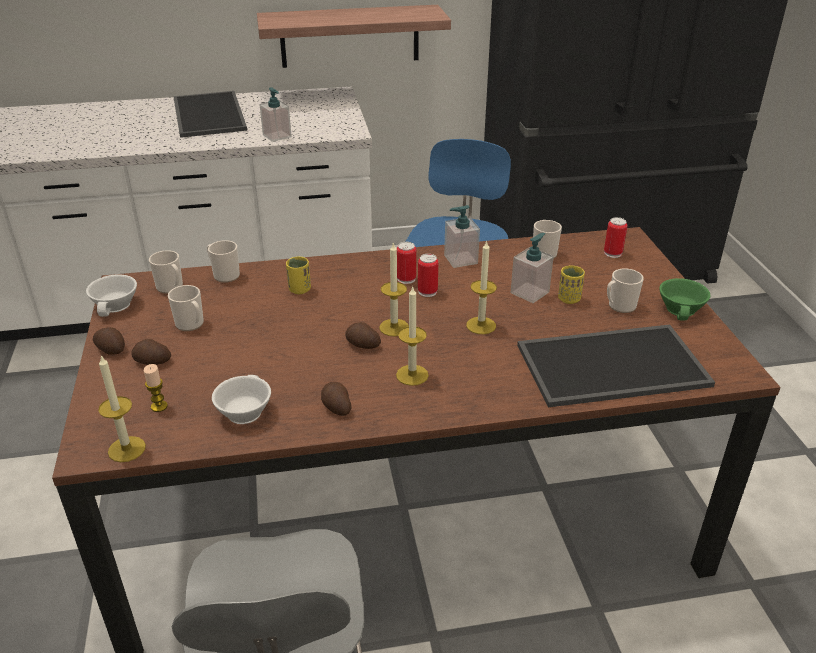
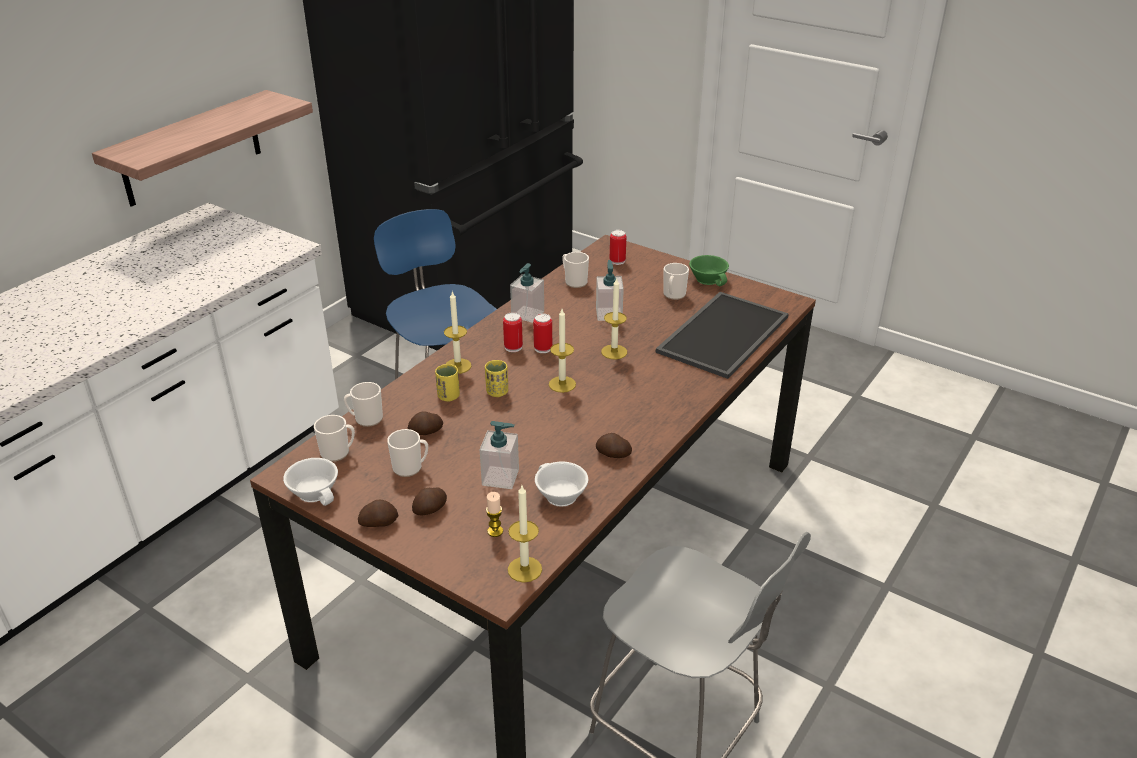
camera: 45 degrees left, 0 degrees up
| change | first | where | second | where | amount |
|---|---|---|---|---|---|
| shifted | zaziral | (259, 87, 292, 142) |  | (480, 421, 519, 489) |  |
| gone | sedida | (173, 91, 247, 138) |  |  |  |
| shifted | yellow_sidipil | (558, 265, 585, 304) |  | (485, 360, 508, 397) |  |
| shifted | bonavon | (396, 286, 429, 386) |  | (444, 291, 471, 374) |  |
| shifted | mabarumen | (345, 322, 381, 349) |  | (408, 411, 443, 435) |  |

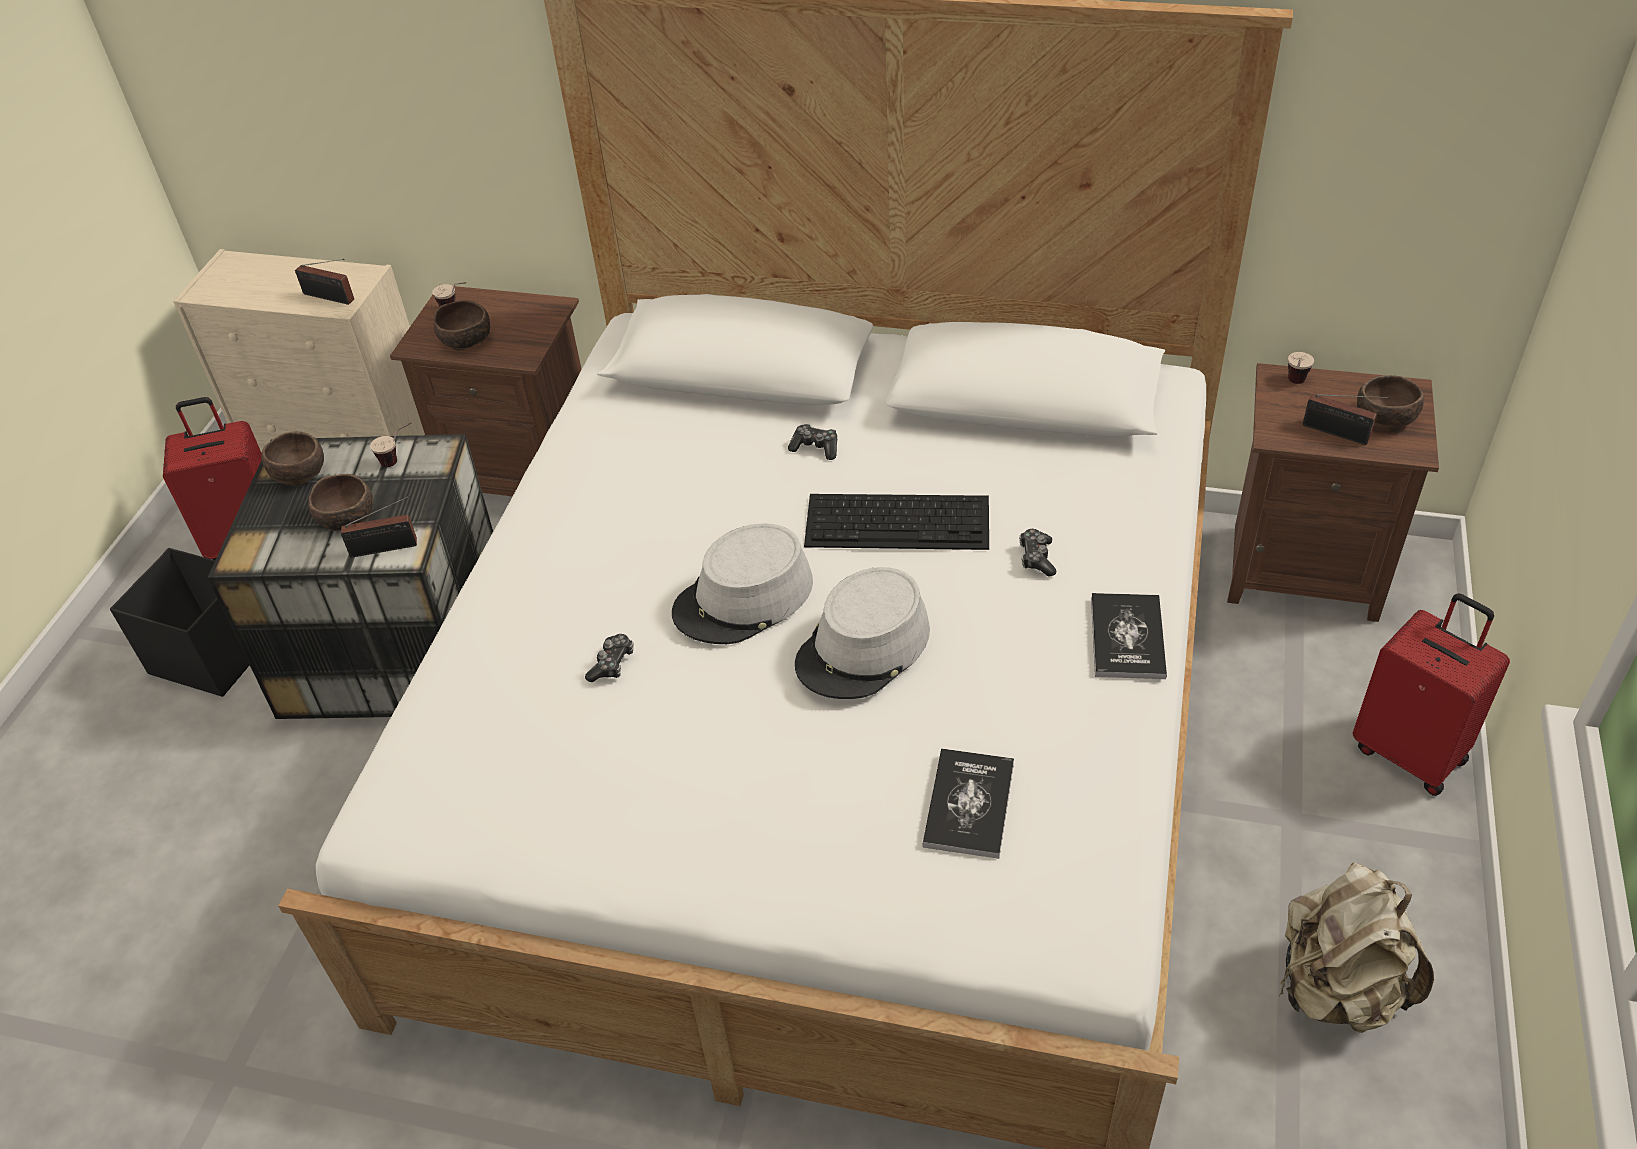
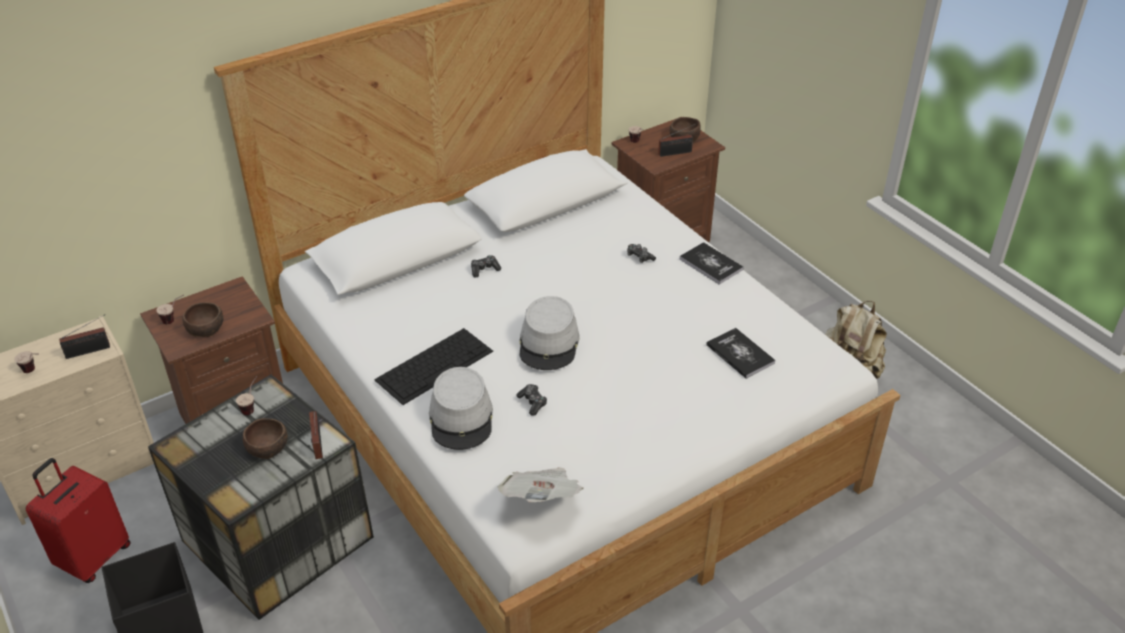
camera: 50 degrees left, 5 degrees down
| change | first | where | second | where | amount |
|---|---|---|---|---|---|
| gone | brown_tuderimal | (261, 431, 324, 486) |  |  |  |
| shifted | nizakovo | (804, 494, 989, 550) |  | (374, 328, 493, 405) |  |
| rotated | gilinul | (341, 495, 417, 558) |  | (309, 411, 323, 459) | 135 degrees clockwise |
| shifted | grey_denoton | (795, 567, 930, 699) |  | (429, 367, 493, 450) |  |
| gone | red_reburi | (1353, 593, 1510, 796) |  |  |  |
| new |  |  | sidipil | (14, 351, 39, 373) |  |
| new |  |  | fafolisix | (497, 467, 584, 502) |  |

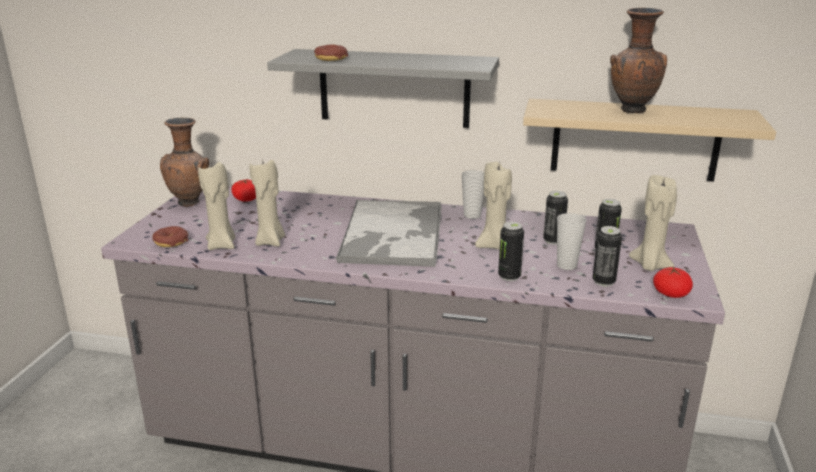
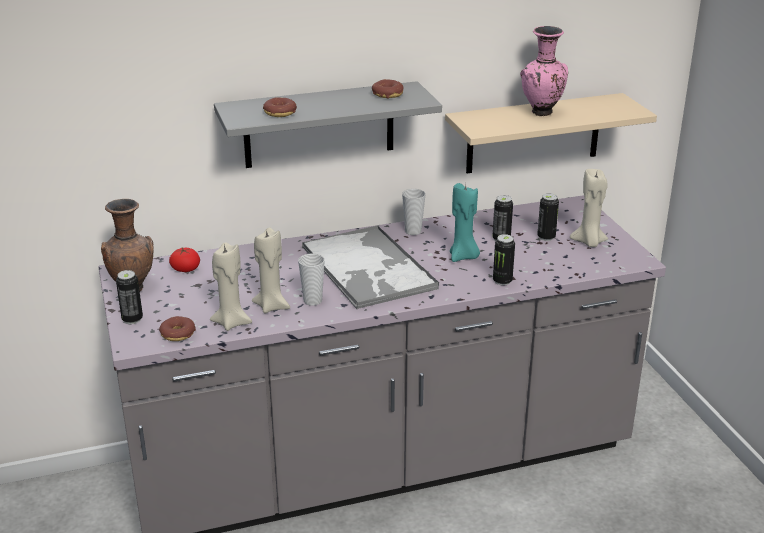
camera: 30 degrees left, 5 degrees up
| change | first | where | second | where | amount |
|---|---|---|---|---|---|
| repainted | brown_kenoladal | (610, 8, 667, 113) | pink_kenoladal | (520, 26, 568, 116) |  |
| repainted | beige_bonavon | (475, 162, 512, 250) | turquoise_bonavon | (450, 183, 480, 262) |  |
| shifted | sidipil | (557, 213, 586, 270) |  | (298, 254, 325, 306) |  |
| shifted | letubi | (592, 226, 622, 287) |  | (116, 270, 143, 324) |  |
| gone | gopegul | (653, 267, 693, 298) |  |  |  |
| new |  |  | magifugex | (372, 79, 404, 99) |  |

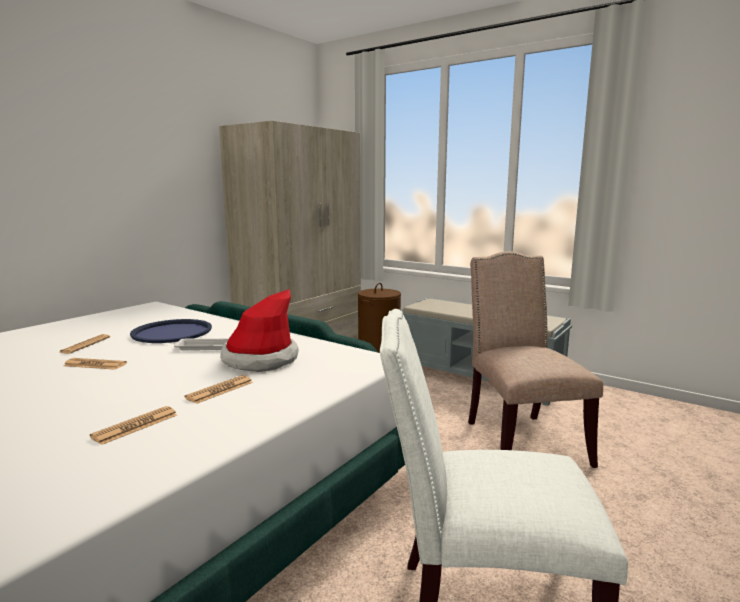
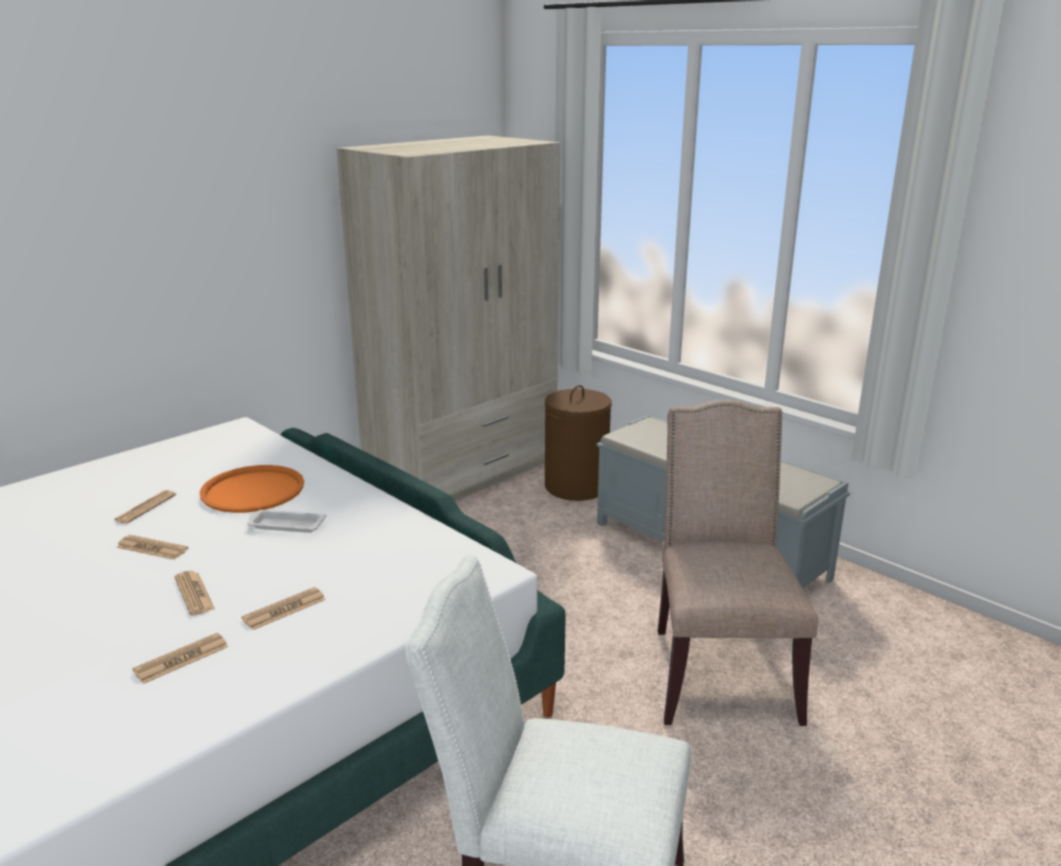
camera: 10 degrees right, 10 degrees up
| change | first | where | second | where | amount |
|---|---|---|---|---|---|
| gone | denoton | (220, 289, 299, 372) |  |  |  |
| repainted | blue_sedida | (130, 319, 212, 343) | orange_sedida | (199, 465, 304, 513) |  |
| new |  |  | fafolisix | (174, 571, 215, 616) |  |

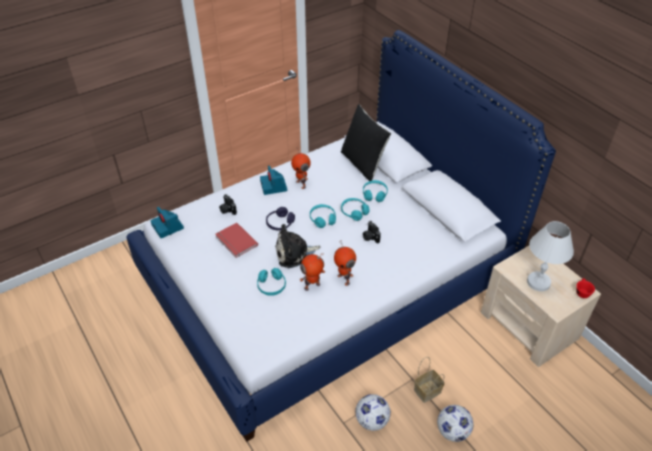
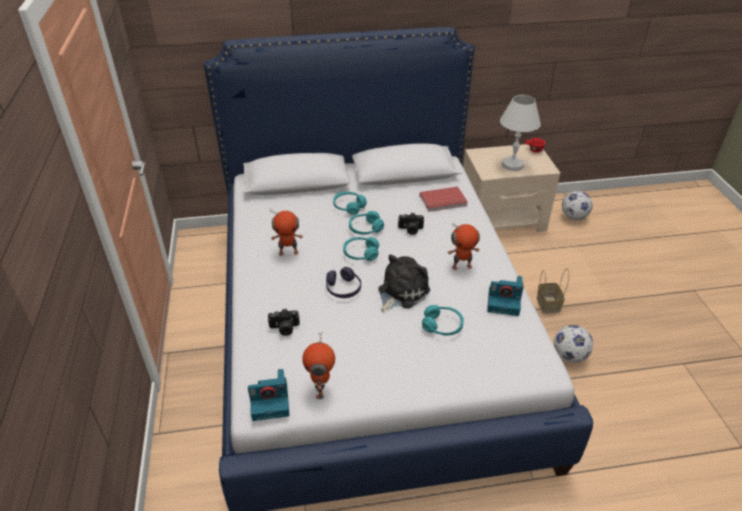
camera: 65 degrees left, 5 degrees down
| change | first | where | second | where | amount |
|---|---|---|---|---|---|
| gone | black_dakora | (341, 104, 391, 181) |  |  |  |
| shifted | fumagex | (260, 166, 287, 195) |  | (487, 276, 523, 316) |  |
| shifted | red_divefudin | (215, 223, 258, 258) |  | (420, 187, 468, 211) |  |
| rotated | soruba | (275, 224, 321, 268) |  | (378, 254, 430, 313) | 150 degrees counterclockwise |
| shifted | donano | (300, 253, 325, 291) |  | (302, 332, 335, 399) |  |
| shifted | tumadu | (437, 405, 474, 442) |  | (562, 191, 593, 220) |  |

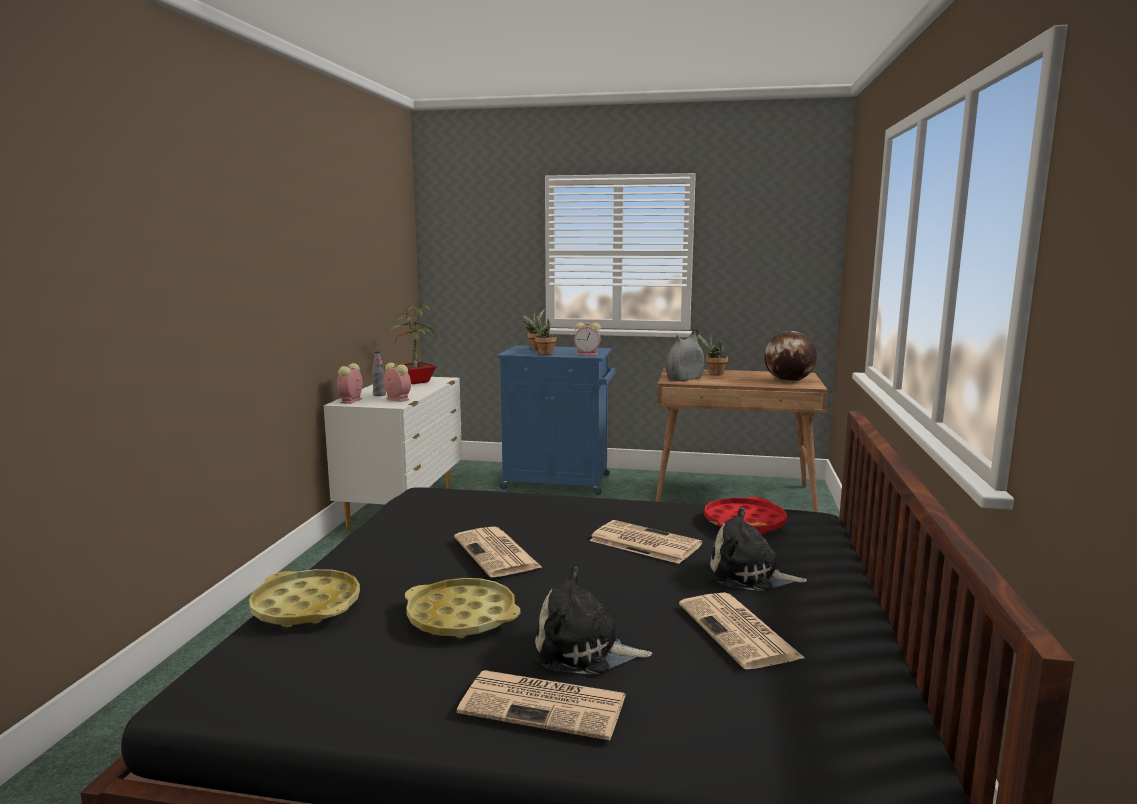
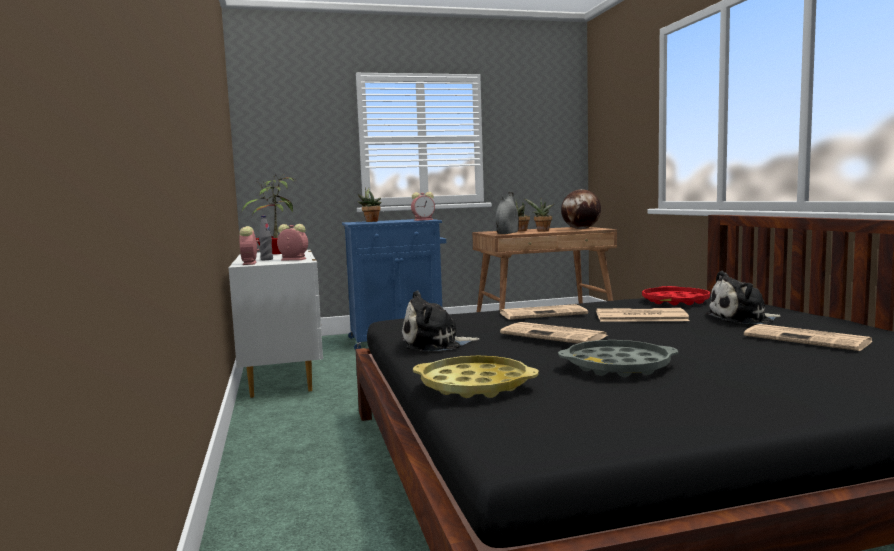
camera: 25 degrees left, 5 degrees down
| change | first | where | second | where | amount |
|---|---|---|---|---|---|
| shifted | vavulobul | (521, 314, 557, 355) |  | (524, 198, 554, 232) |  |
| shifted | soruba | (533, 567, 652, 675) |  | (401, 291, 480, 352) |  |
| repainted | yellow_sedida | (405, 578, 520, 638) | grey_sedida | (558, 340, 678, 377) |  |
| shifted | fafolisix | (457, 670, 626, 740) |  | (500, 304, 588, 319) |  |

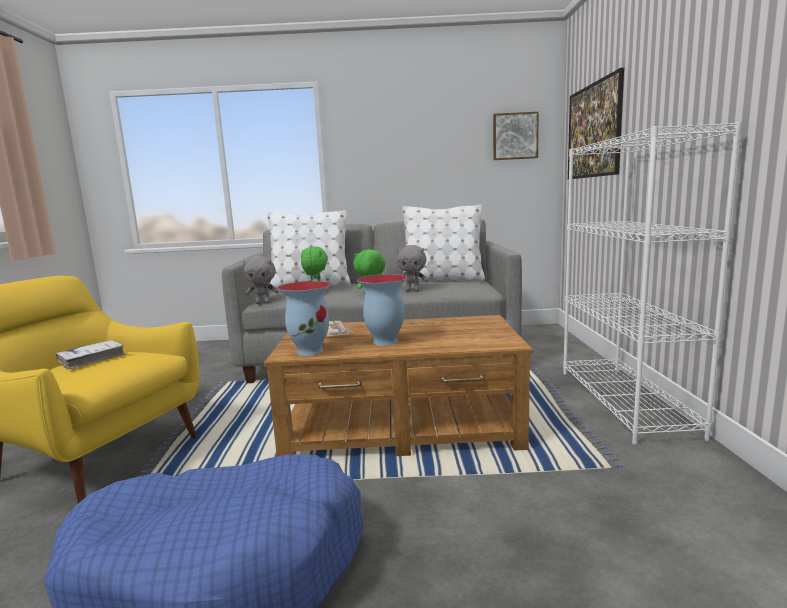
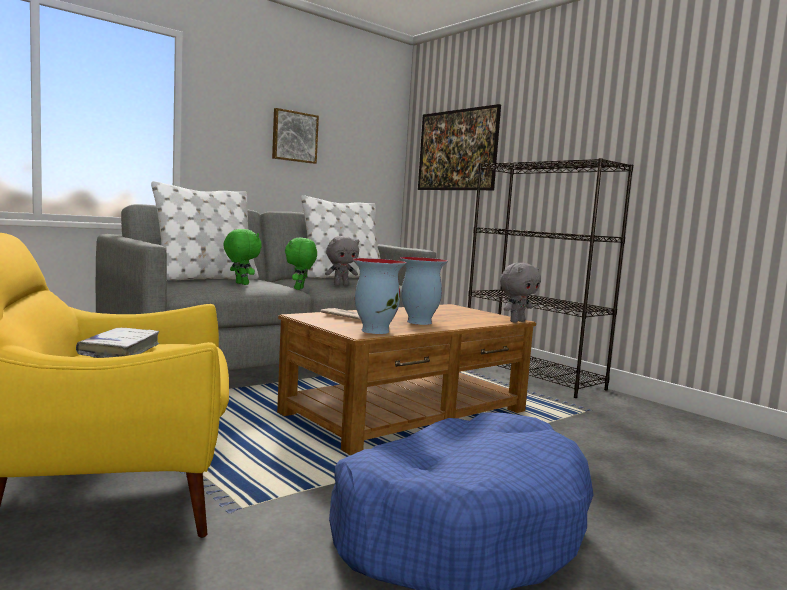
camera: 40 degrees left, 5 degrees down
| change | first | where | second | where | amount |
|---|---|---|---|---|---|
| shifted | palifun | (493, 112, 539, 160) |  | (272, 108, 319, 164) |  |
| repainted | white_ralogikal | (563, 122, 742, 445) | black_ralogikal | (468, 158, 633, 398) |  |
| shifted | grey_soruba | (243, 256, 279, 304) |  | (500, 263, 541, 322) |  |

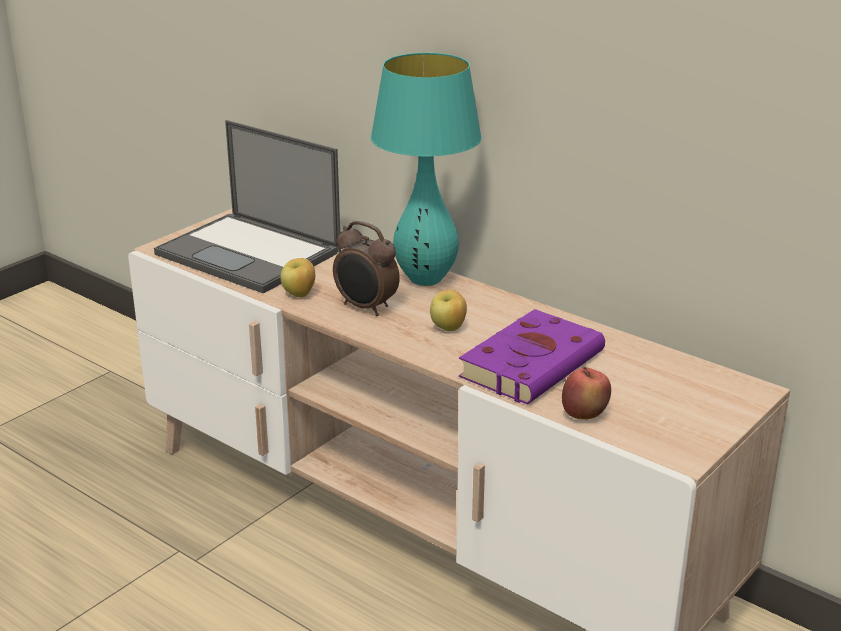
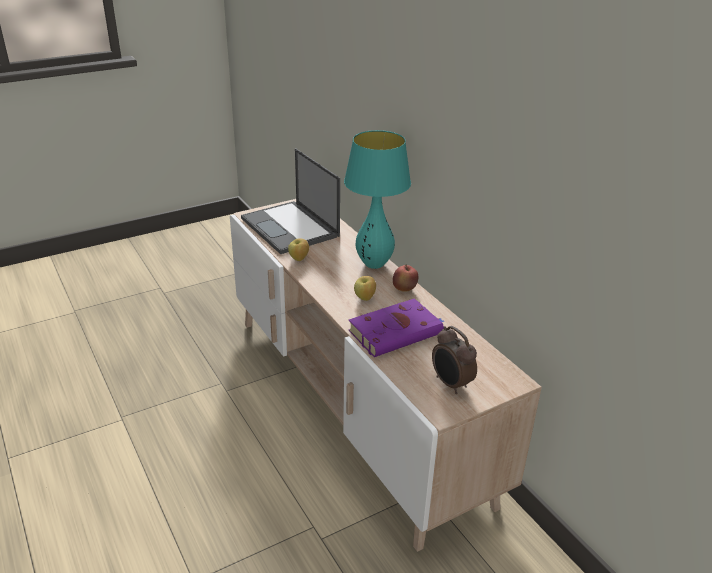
camera: 20 degrees right, 5 degrees up
| change | first | where | second | where | amount |
|---|---|---|---|---|---|
| shifted | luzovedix | (333, 221, 400, 316) |  | (432, 326, 477, 394) |  |
| shifted | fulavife | (562, 366, 611, 420) |  | (393, 264, 419, 291) |  |

